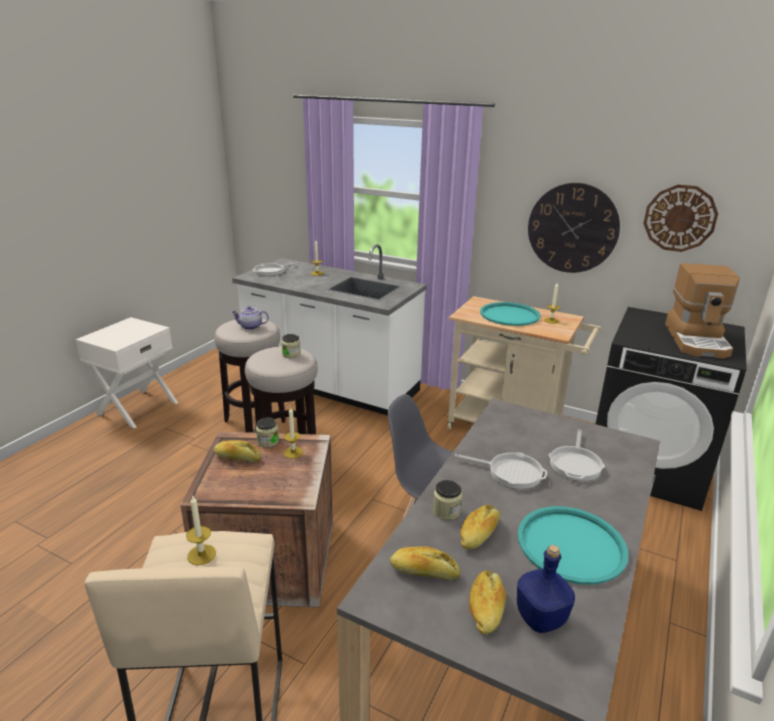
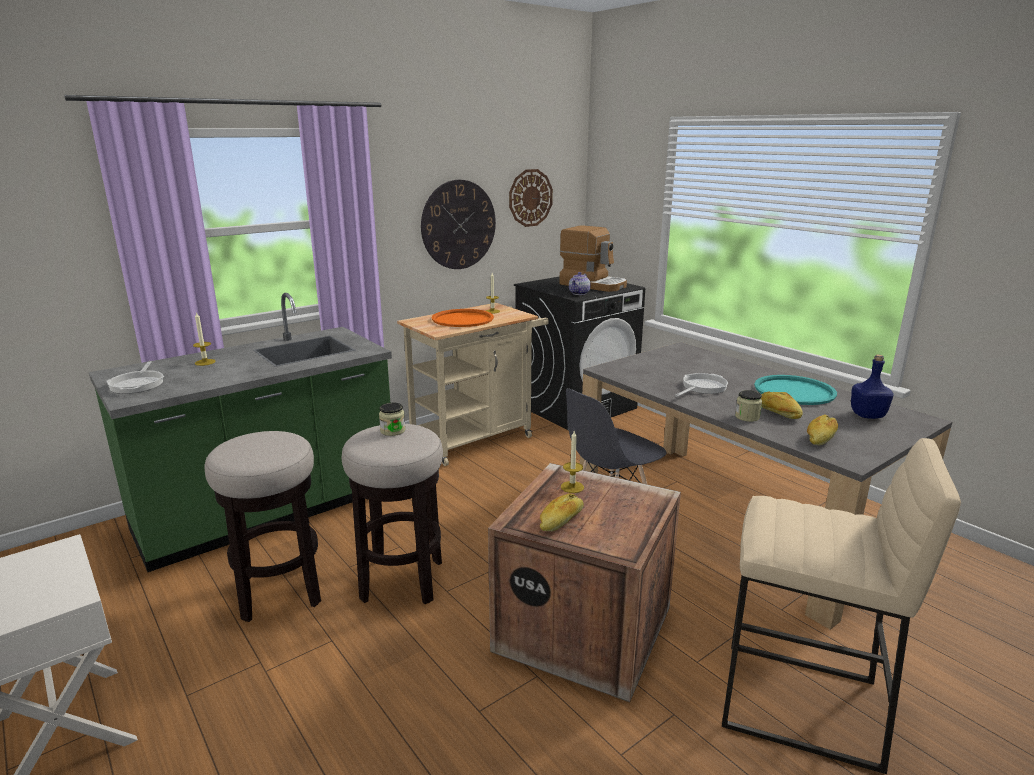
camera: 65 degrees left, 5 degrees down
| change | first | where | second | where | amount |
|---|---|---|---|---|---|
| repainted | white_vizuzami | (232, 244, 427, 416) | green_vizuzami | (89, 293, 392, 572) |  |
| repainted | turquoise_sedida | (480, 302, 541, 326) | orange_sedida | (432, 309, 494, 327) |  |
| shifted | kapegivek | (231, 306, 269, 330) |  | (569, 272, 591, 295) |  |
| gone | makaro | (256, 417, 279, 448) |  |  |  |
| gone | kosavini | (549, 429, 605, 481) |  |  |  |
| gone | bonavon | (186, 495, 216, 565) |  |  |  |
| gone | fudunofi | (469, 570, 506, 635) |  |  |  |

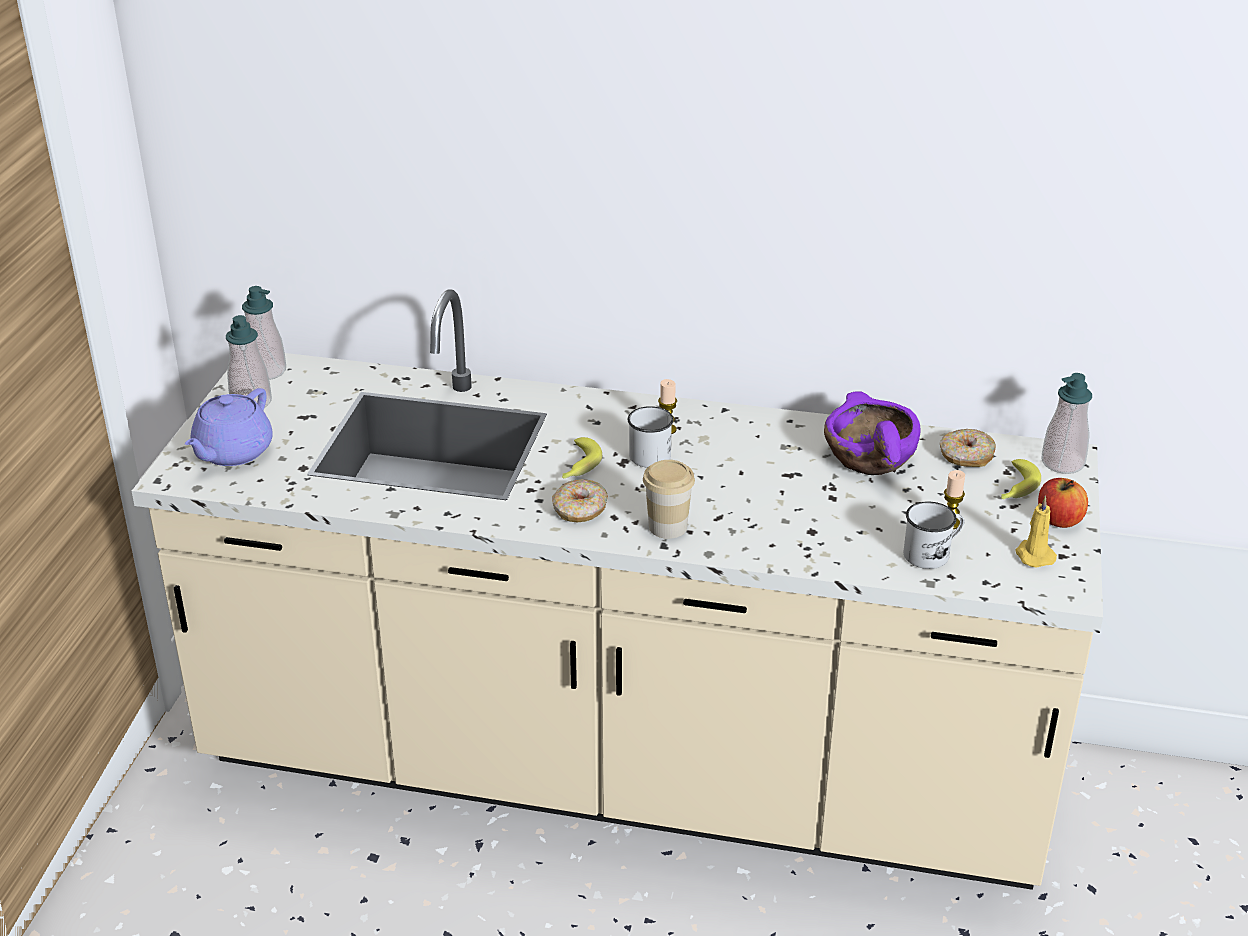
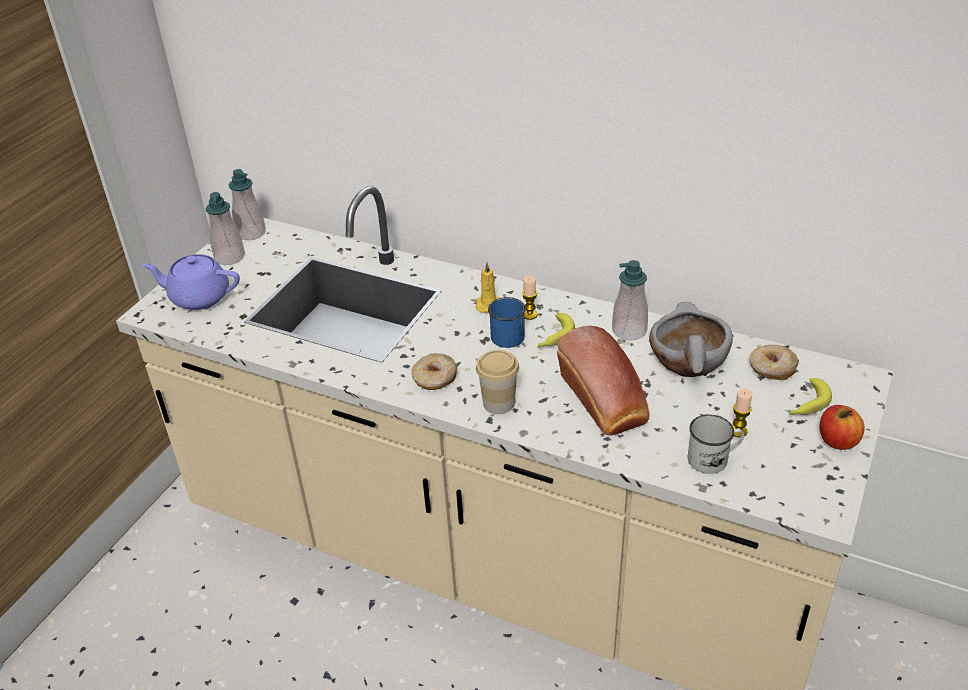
camera: 15 degrees right, 5 degrees up
| change | first | where | second | where | amount |
|---|---|---|---|---|---|
| shifted | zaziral | (1042, 373, 1092, 474) |  | (612, 260, 648, 340) |  |
| rotated | purple_kapegivek | (185, 388, 273, 466) |  | (142, 254, 240, 310) | 60 degrees clockwise |
| repainted | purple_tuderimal | (824, 391, 920, 475) | grey_tuderimal | (649, 302, 733, 377) |  |
| repainted | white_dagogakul | (627, 406, 674, 468) | blue_dagogakul | (488, 297, 526, 348) |  |
| shifted | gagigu | (562, 437, 602, 479) |  | (537, 313, 575, 348) |  |
| shifted | yellow_bonavon | (1015, 495, 1057, 568) |  | (475, 262, 500, 313) |  |
| new |  |  | fudunofi | (557, 326, 650, 436) |  |

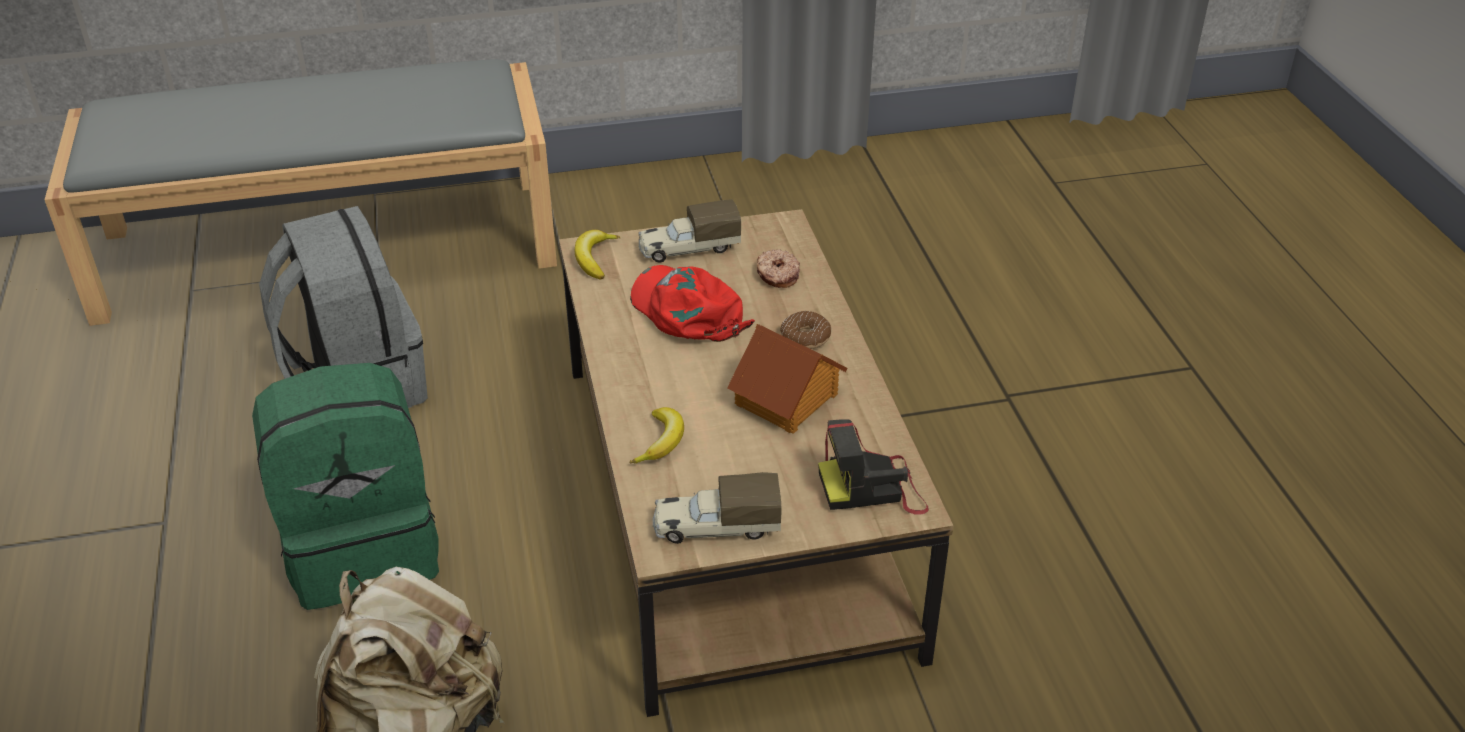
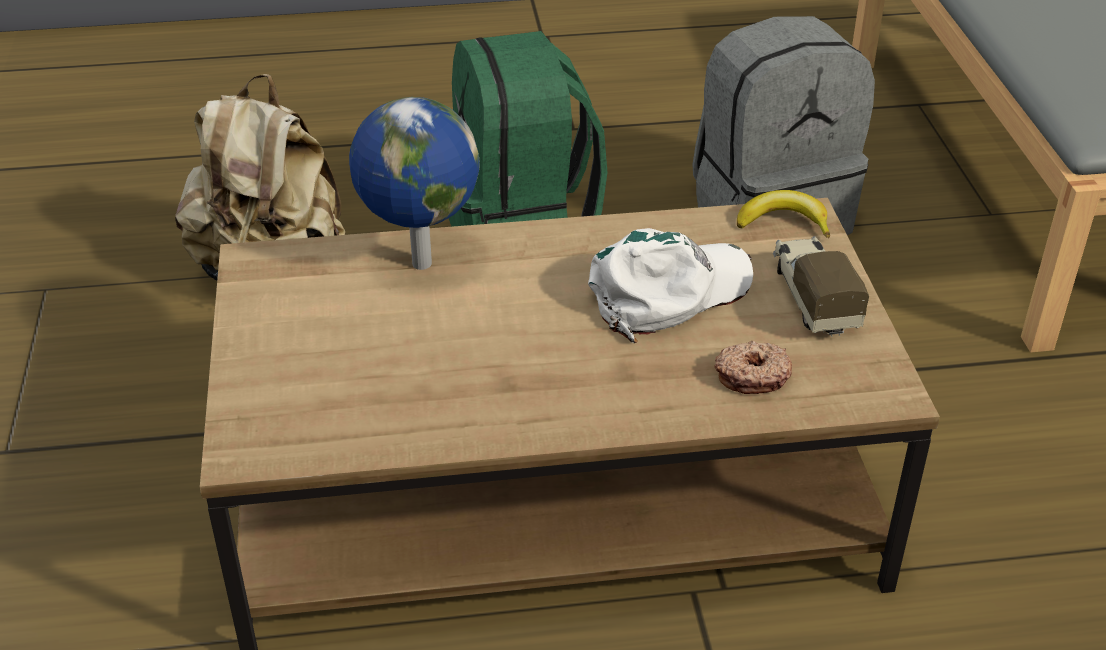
camera: 95 degrees right, 0 degrees up
| change | first | where | second | where | amount |
|---|---|---|---|---|---|
| repainted | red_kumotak | (630, 265, 755, 342) | white_kumotak | (588, 228, 753, 343) |  |
| gone | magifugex | (780, 311, 831, 349) |  |  |  |
| gone | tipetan | (727, 324, 848, 434) |  |  |  |
| swapped | gagigu | (630, 407, 684, 464) | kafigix | (349, 97, 480, 270) |  |
| gone | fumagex | (818, 419, 929, 514) |  |  |  |
| gone | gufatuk | (653, 472, 781, 544) |  |  |  |

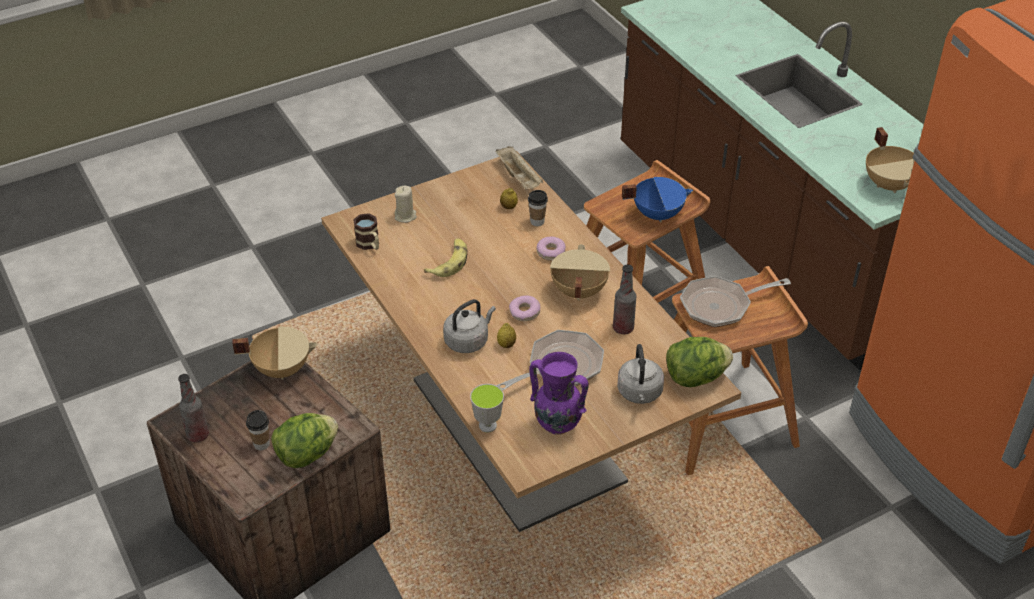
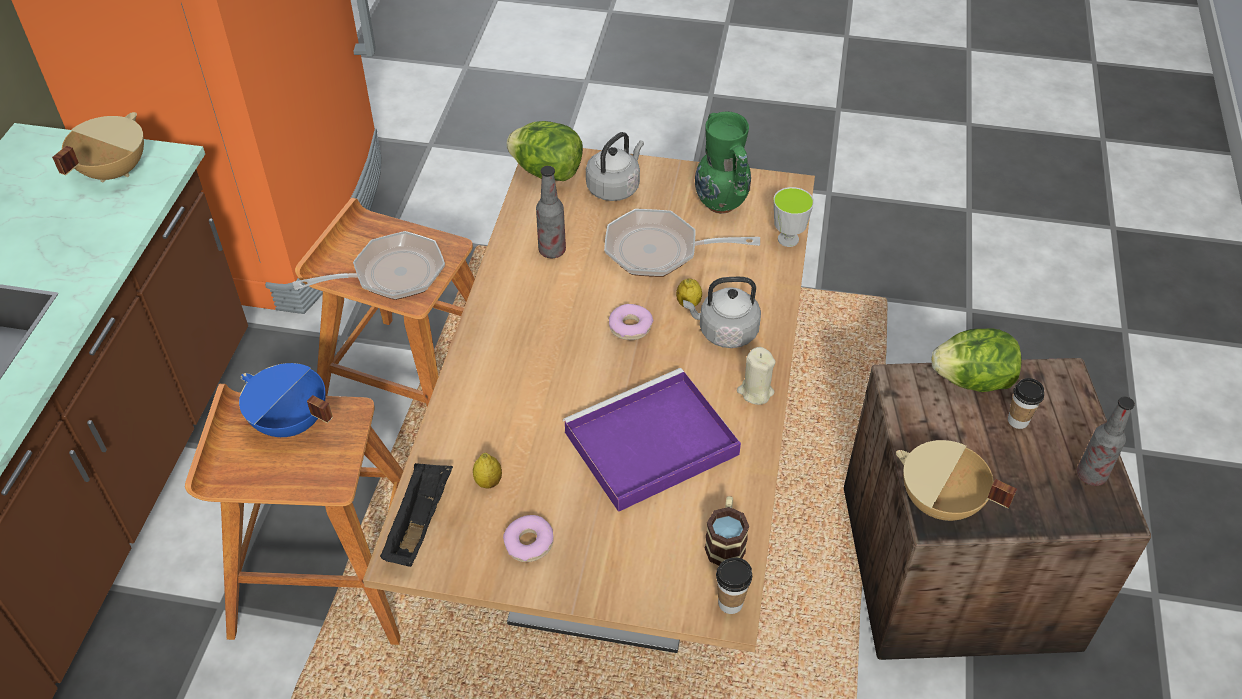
camera: 140 degrees left, 5 degrees up
| change | first | where | second | where | amount |
|---|---|---|---|---|---|
| repainted | beige_sedida | (495, 146, 543, 189) | black_sedida | (380, 463, 453, 567) |  |
| shifted | beige_bonavon | (395, 185, 417, 223) |  | (737, 347, 776, 405) |  |
| shifted | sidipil | (528, 190, 548, 226) |  | (716, 558, 752, 614) |  |
| shifted | magifugex | (536, 237, 566, 261) |  | (503, 515, 554, 562) |  |
| swapped | gagigu | (424, 238, 467, 277) | purple_sedida | (563, 368, 741, 512) |  |
| gone | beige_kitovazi | (550, 244, 610, 301) |  |  |  |
| rotated | kosavini | (680, 276, 791, 327) |  | (293, 231, 445, 300) | 45 degrees counterclockwise |
| repainted | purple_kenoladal | (529, 352, 589, 435) | green_kenoladal | (695, 112, 751, 214) |  |

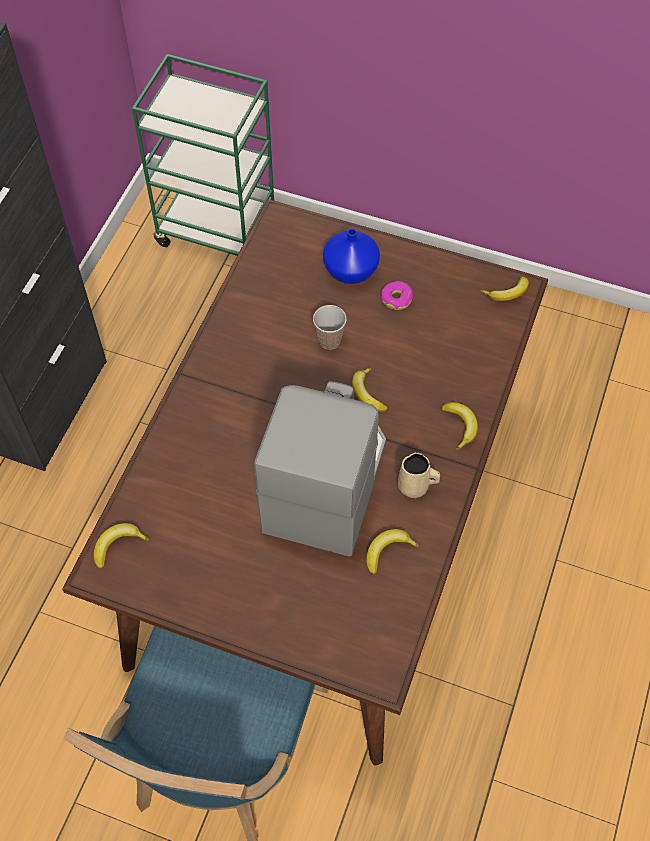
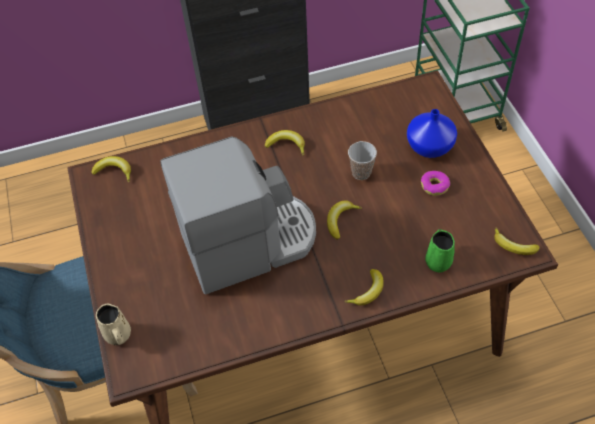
camera: 55 degrees right, 5 degrees down
| change | first | where | second | where | amount |
|---|---|---|---|---|---|
| shifted | beige_dagogakul | (398, 452, 440, 498) |  | (96, 304, 131, 345) |  |
| shifted | gagigu | (366, 529, 419, 575) |  | (265, 130, 305, 156) |  |
| new |  |  | green_dagogakul | (425, 229, 455, 272) |  |

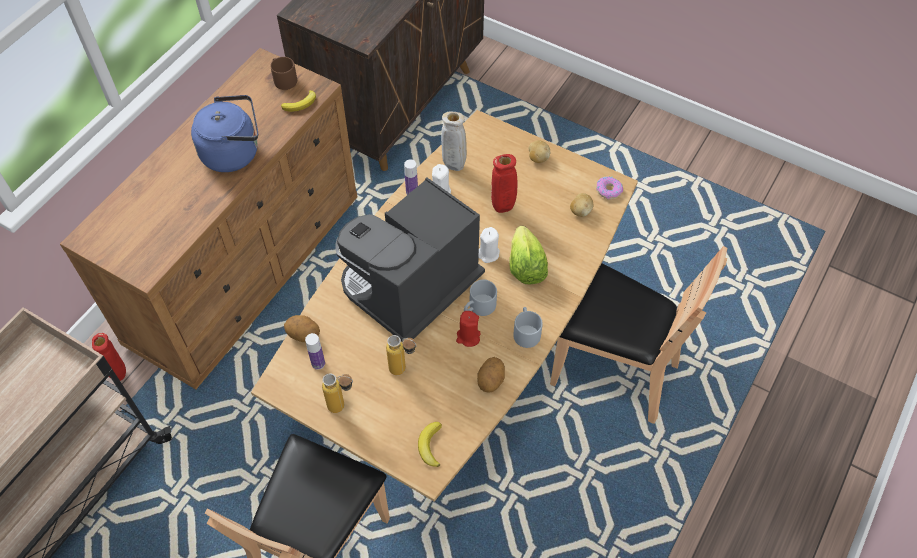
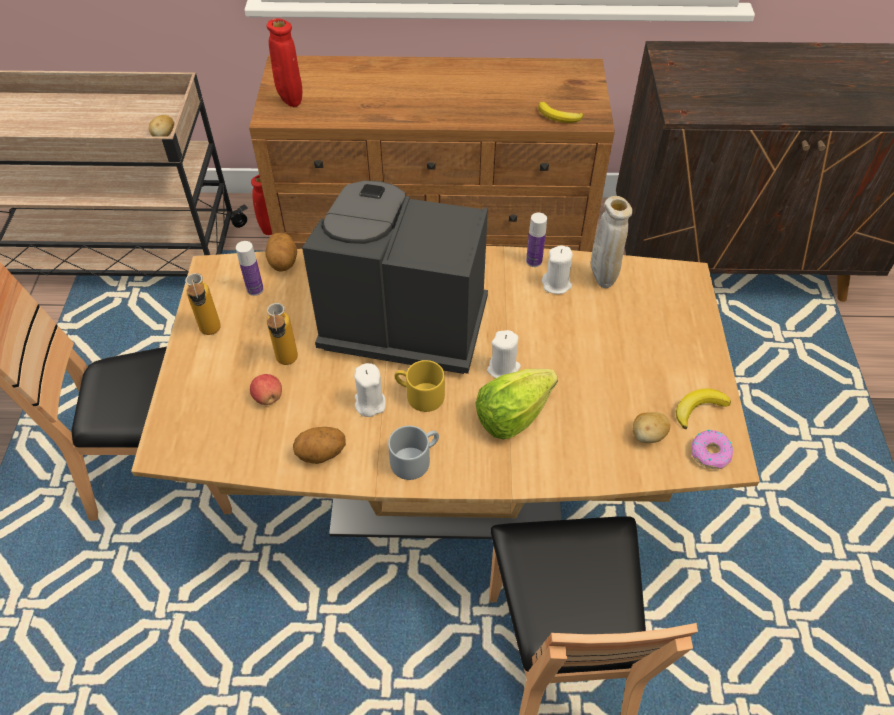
camera: 60 degrees right, 5 degrees down
| change | first | where | second | where | amount |
|---|---|---|---|---|---|
| gone | brown_dagogakul | (270, 57, 297, 90) |  |  |  |
| gone | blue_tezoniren | (191, 95, 258, 172) |  |  |  |
| shifted | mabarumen | (529, 140, 550, 163) |  | (149, 115, 174, 137) |  |
| shifted | red_kenoladal | (491, 154, 518, 213) |  | (266, 19, 302, 107) |  |
| repainted | grey_dagogakul | (464, 280, 497, 316) | yellow_dagogakul | (394, 360, 445, 412) |  |
| repainted | red_bonavon | (456, 311, 481, 347) | white_bonavon | (354, 363, 386, 417) |  |
| shifted | gagigu | (418, 422, 442, 467) |  | (676, 389, 731, 429) |  |
| new |  |  | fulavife | (250, 374, 282, 405) |  |

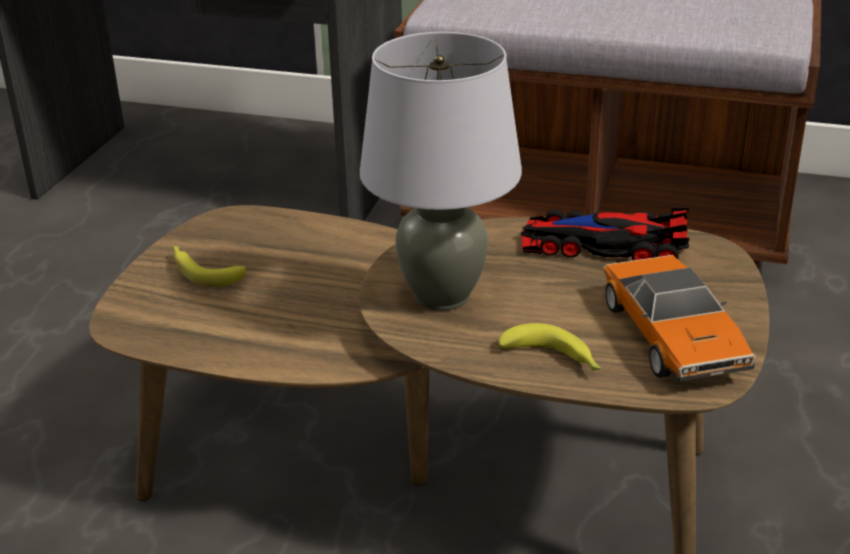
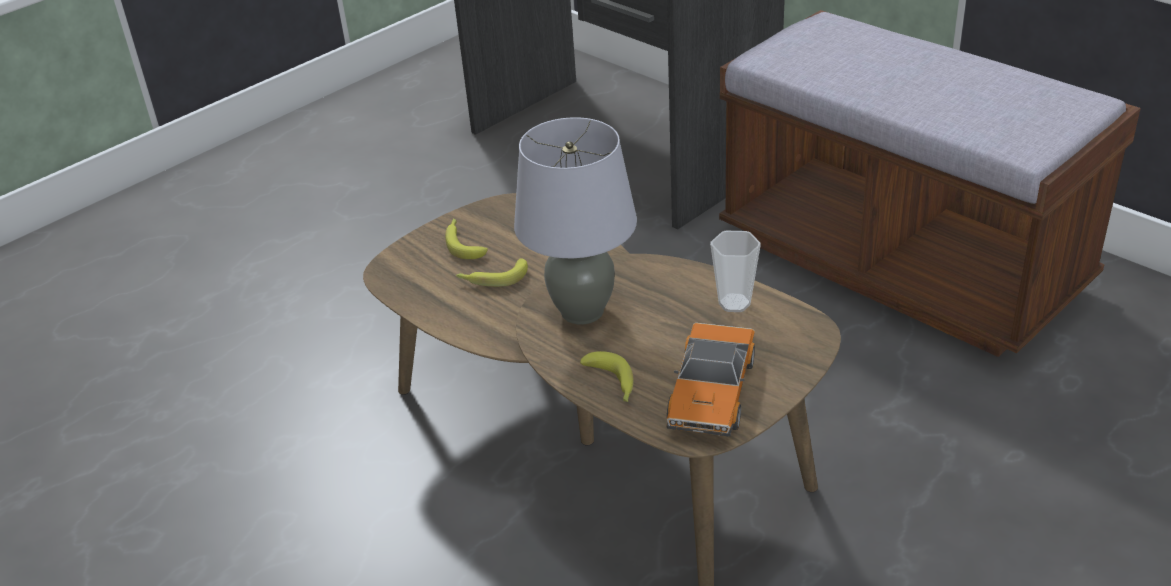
camera: 30 degrees right, 5 degrees up
| change | first | where | second | where | amount |
|---|---|---|---|---|---|
| swapped | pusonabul | (521, 208, 689, 261) | sidipil | (710, 231, 761, 312) |  |
| new |  |  | gagigu | (456, 258, 528, 287) |  |

